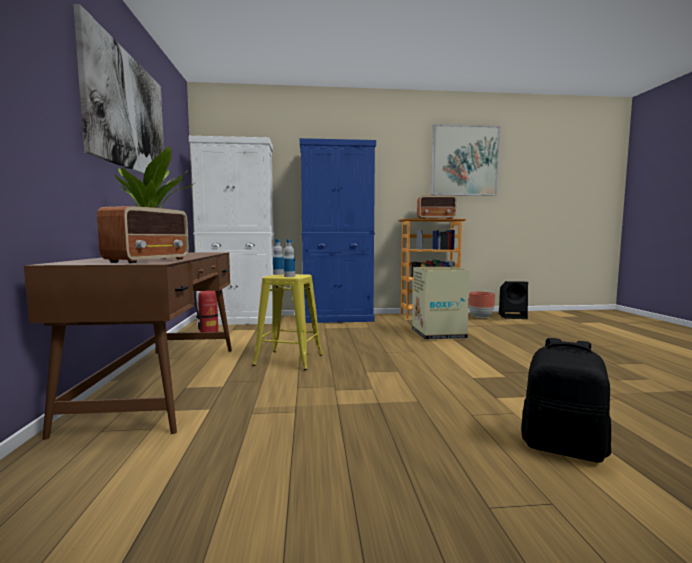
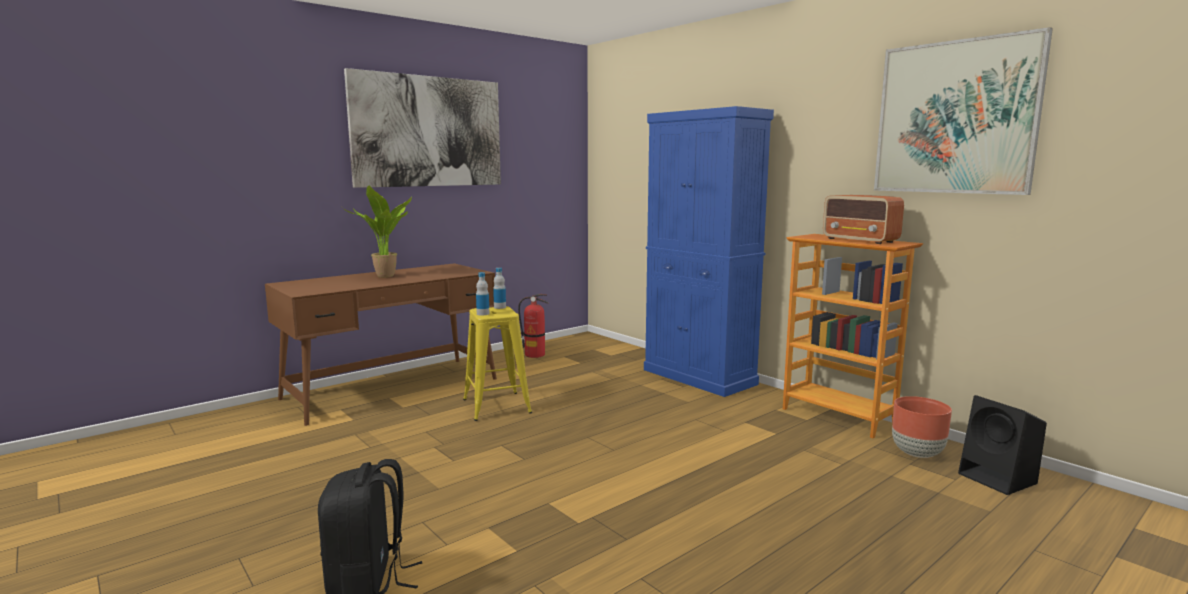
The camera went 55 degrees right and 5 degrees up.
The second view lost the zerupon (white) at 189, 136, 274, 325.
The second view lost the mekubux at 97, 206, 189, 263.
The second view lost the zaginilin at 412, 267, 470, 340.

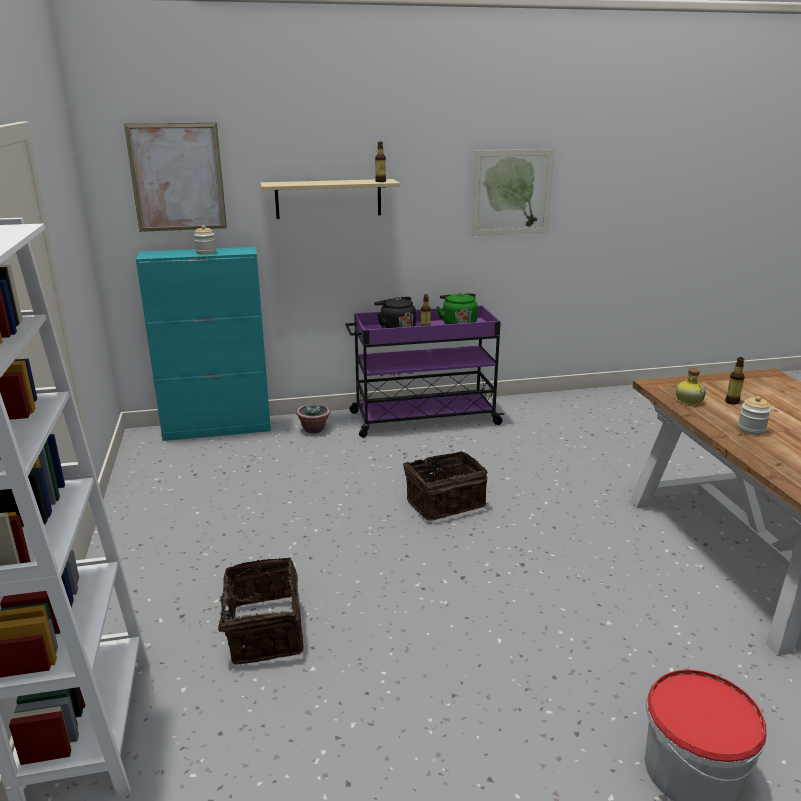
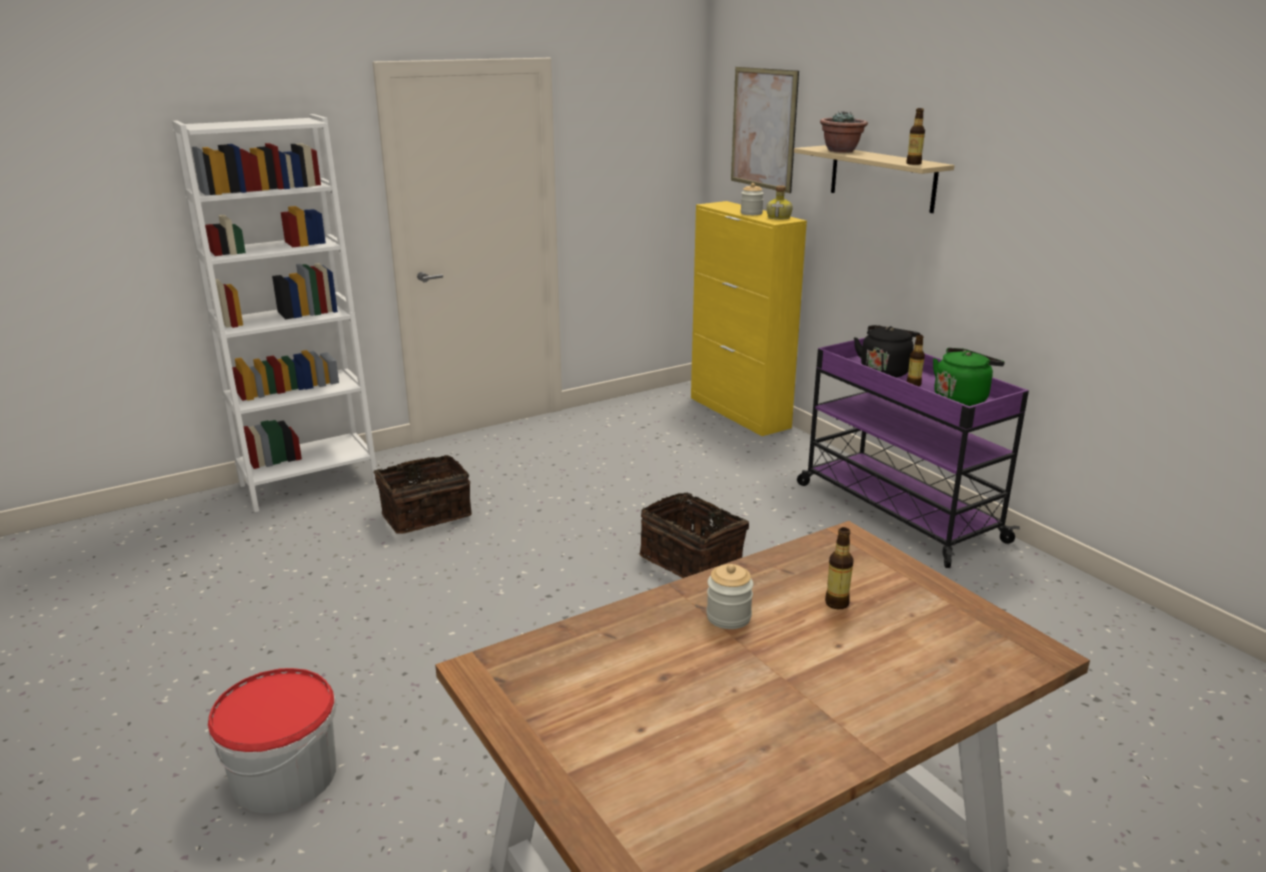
The camera went 70 degrees right and 0 degrees up.
The second view lost the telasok at 472, 149, 555, 236.
What was the zerupon (turquoise) at 136, 247, 271, 441 turned into the zerupon (yellow) at 691, 201, 807, 436.
The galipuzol ended up elsewhere, having gone from 676, 368, 706, 405 to 766, 185, 793, 220.
The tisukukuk ended up elsewhere, having gone from 296, 403, 330, 433 to 820, 111, 868, 153.

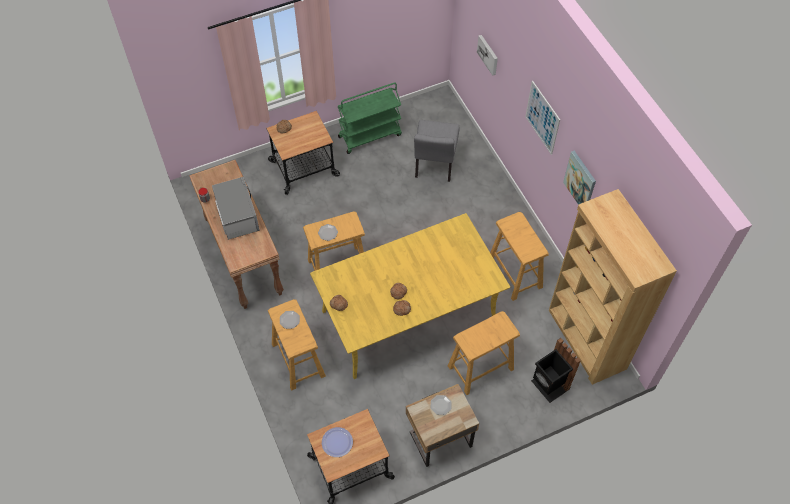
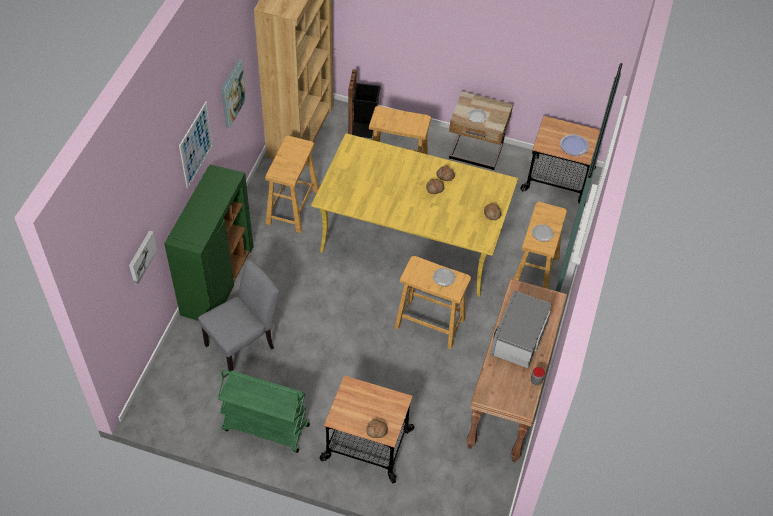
The camera went 140 degrees left and 5 degrees down.
The second view gained the zerupon (green) at 164, 164, 253, 321.

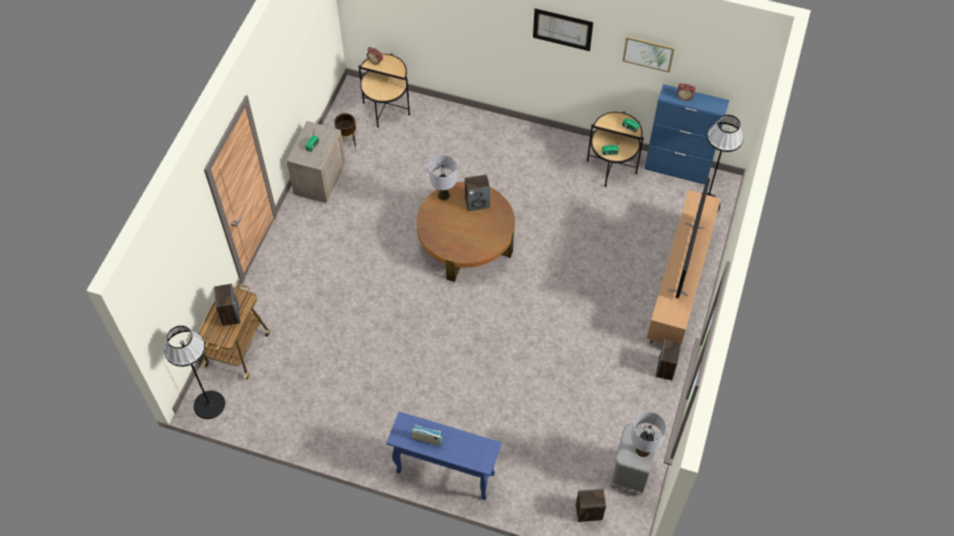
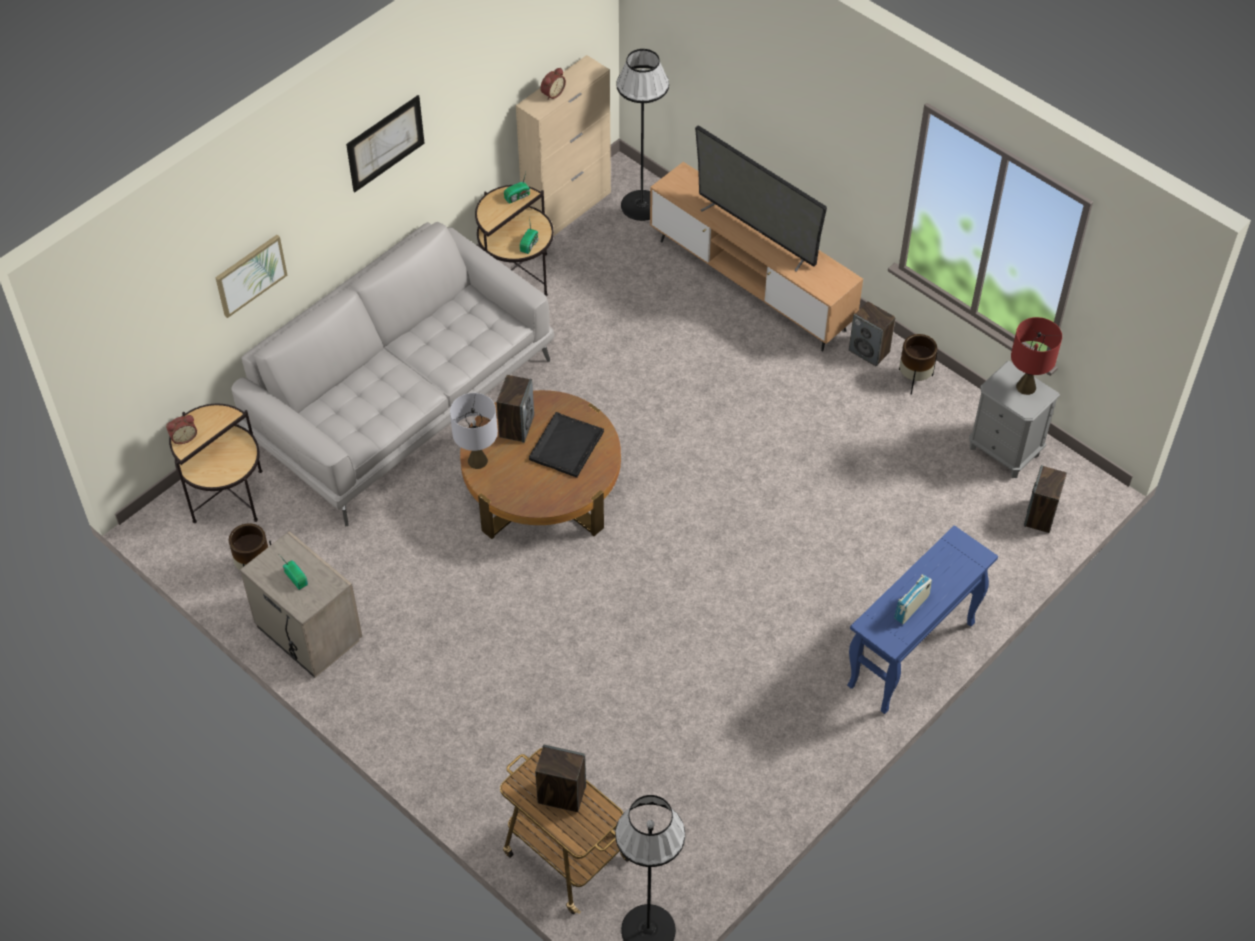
The camera went 65 degrees left and 5 degrees down.
The telasok ended up elsewhere, having gone from 623, 36, 675, 73 to 215, 235, 288, 318.
What was the zerupon (blue) at 644, 84, 729, 185 turned into the zerupon (beige) at 516, 55, 611, 235.
What was the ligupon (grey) at 631, 412, 666, 457 turned into the ligupon (red) at 1011, 317, 1062, 395.
The second view gained the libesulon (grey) at 231, 222, 554, 526.
The second view gained the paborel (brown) at 899, 334, 937, 395.
The second view gained the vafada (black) at 529, 412, 604, 478.

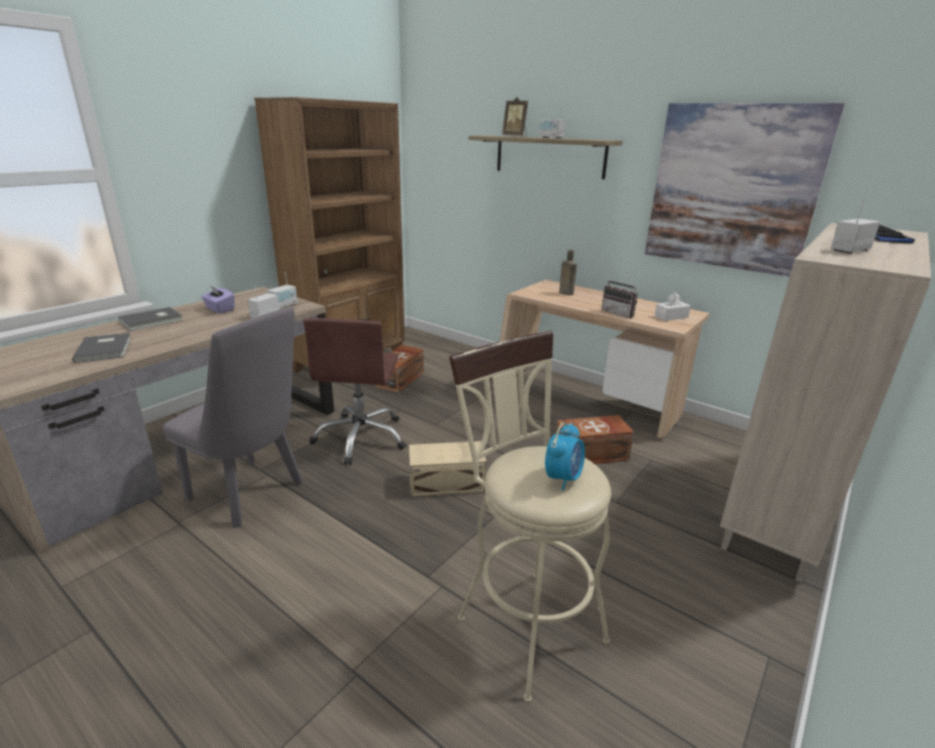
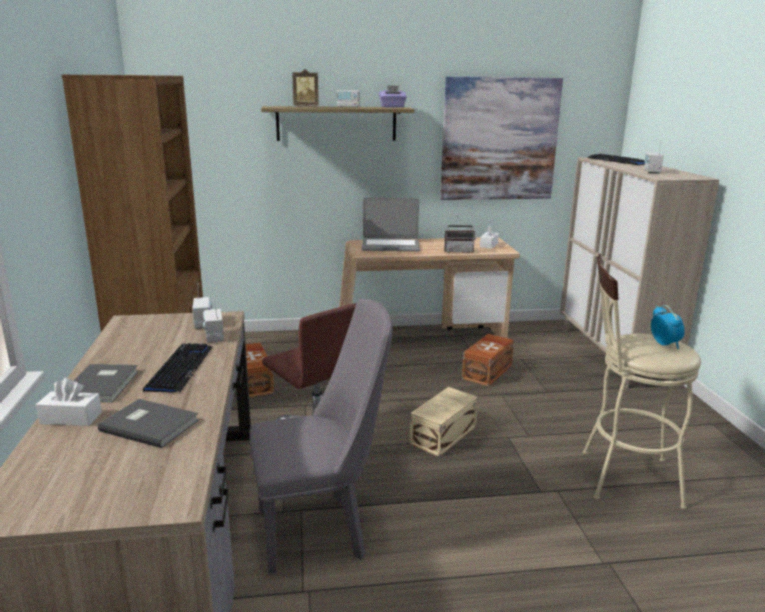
The camera went 45 degrees left and 5 degrees down.
Where the galipuzol (brown) stood at 559, 250, 577, 295, the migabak came to stand at 362, 198, 420, 251.
The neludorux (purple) ended up elsewhere, having gone from 201, 285, 235, 313 to 379, 85, 407, 108.
The second view gained the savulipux at 143, 343, 212, 392.
The second view gained the neludorux (white) at 36, 378, 102, 426.

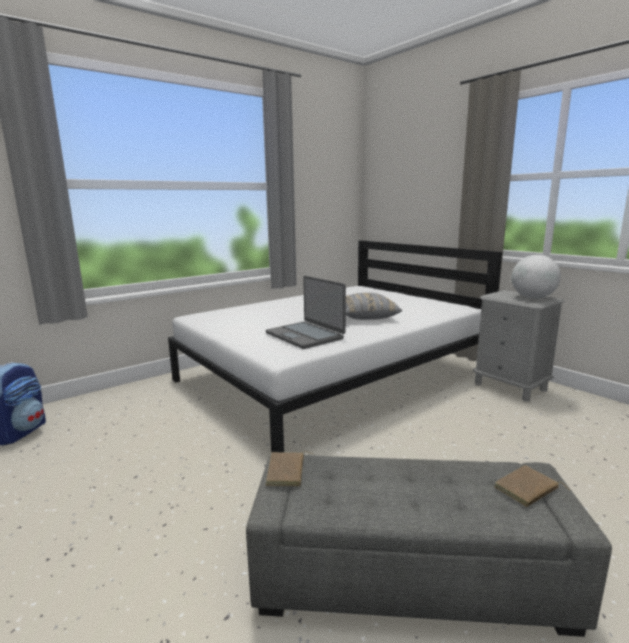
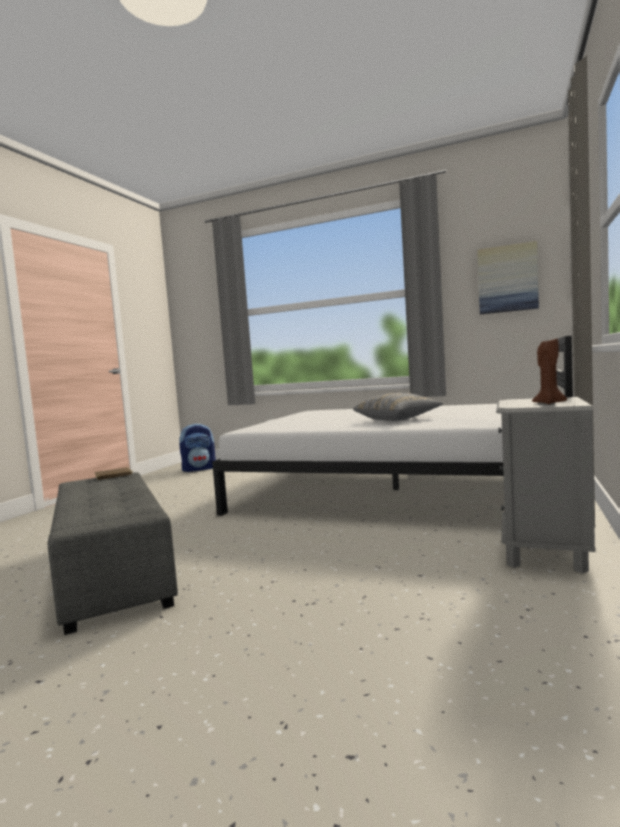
The camera went 60 degrees right and 10 degrees down.
Where the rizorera stood at 511, 255, 561, 299, the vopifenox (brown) came to stand at 532, 338, 567, 404.
The second view lost the migabak at 266, 276, 346, 349.
The second view lost the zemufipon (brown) at 494, 465, 571, 507.
The second view gained the telasok at 477, 241, 539, 314.

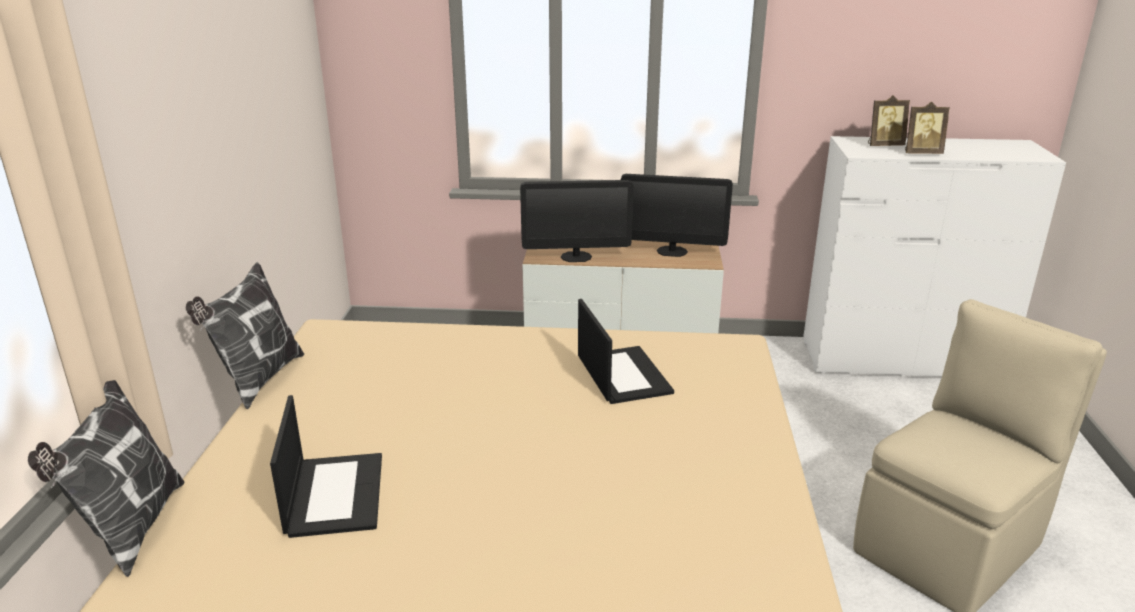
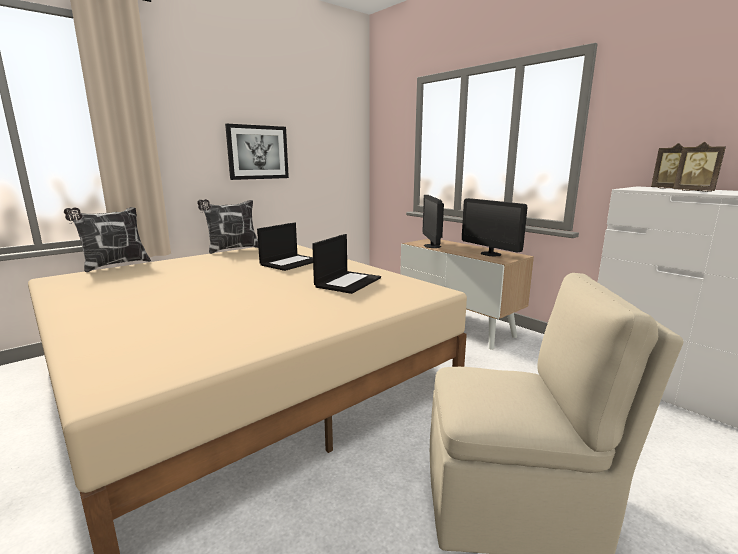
The camera went 45 degrees right and 10 degrees down.
The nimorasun at 520, 180, 634, 262 ended up facing another way, 45 degrees clockwise from before.
The migabak ended up elsewhere, having gone from 270, 395, 382, 538 to 257, 222, 313, 271.
The second view gained the telasok at 225, 124, 289, 180.

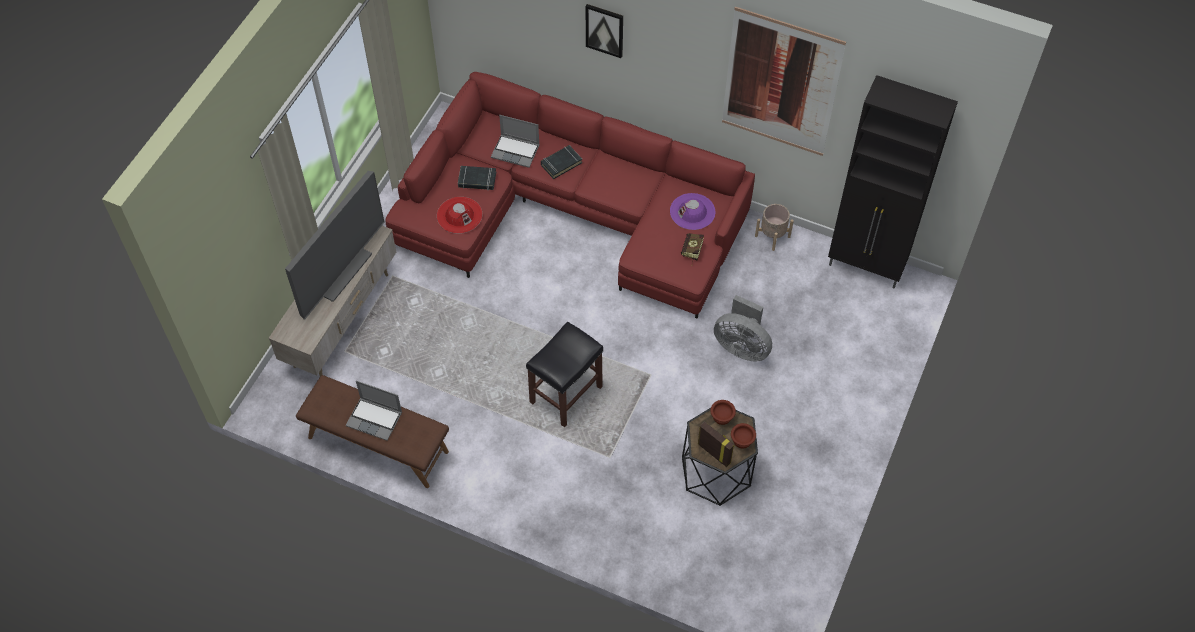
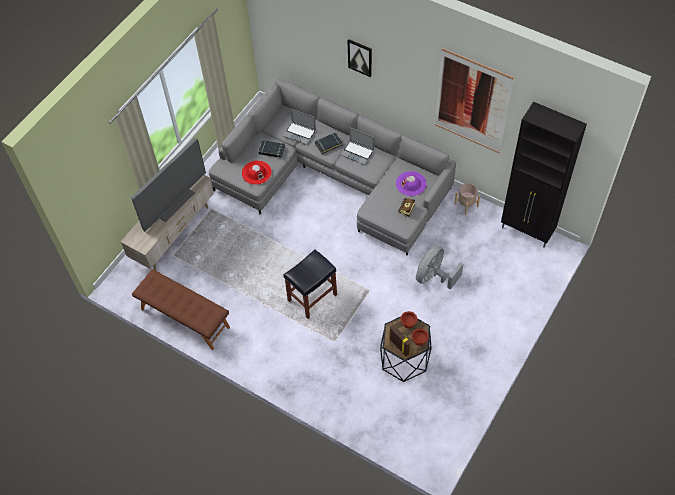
The camera went 10 degrees right and 0 degrees up.
What was the libesulon (red) at 386, 72, 755, 318 turned into the libesulon (grey) at 209, 79, 456, 255.
The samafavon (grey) at 714, 295, 772, 361 ended up facing another way, 90 degrees clockwise from before.
The migabak ended up elsewhere, having gone from 346, 381, 402, 441 to 340, 128, 374, 165.

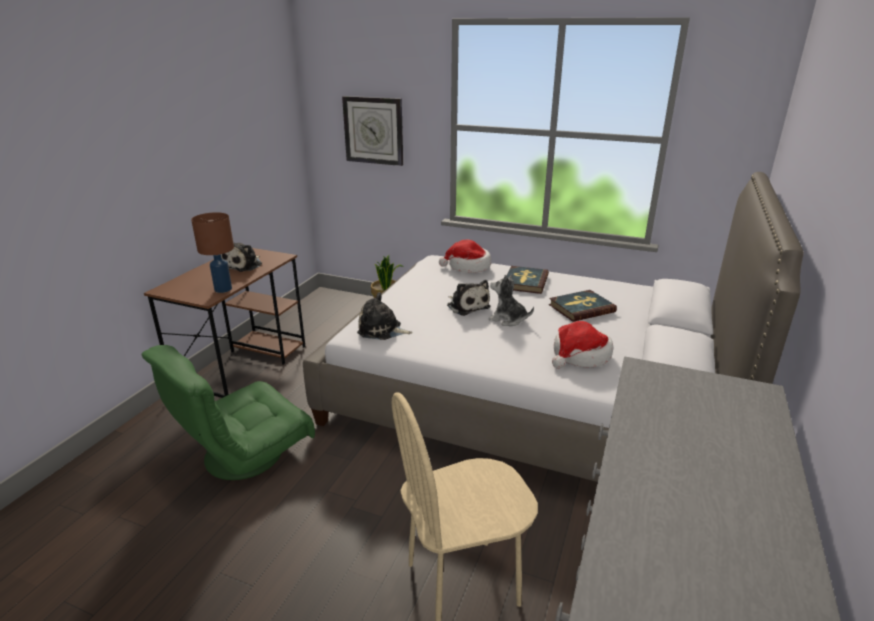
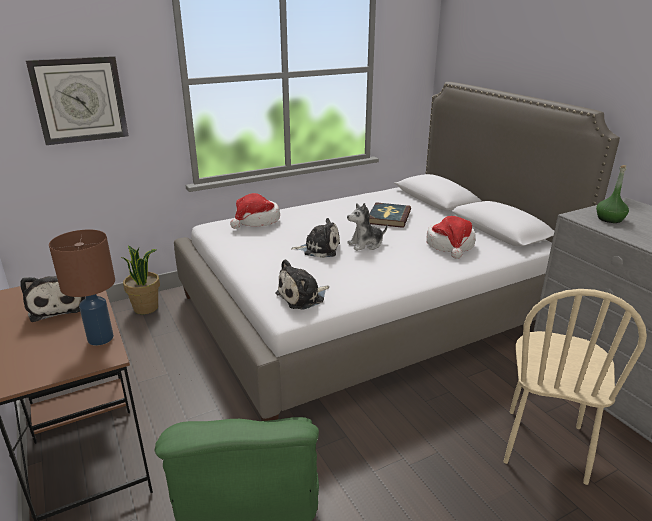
The camera went 50 degrees left and 0 degrees up.
The second view lost the zemufipon at 506, 266, 549, 294.
The second view gained the galipuzol (green) at 596, 165, 629, 223.

